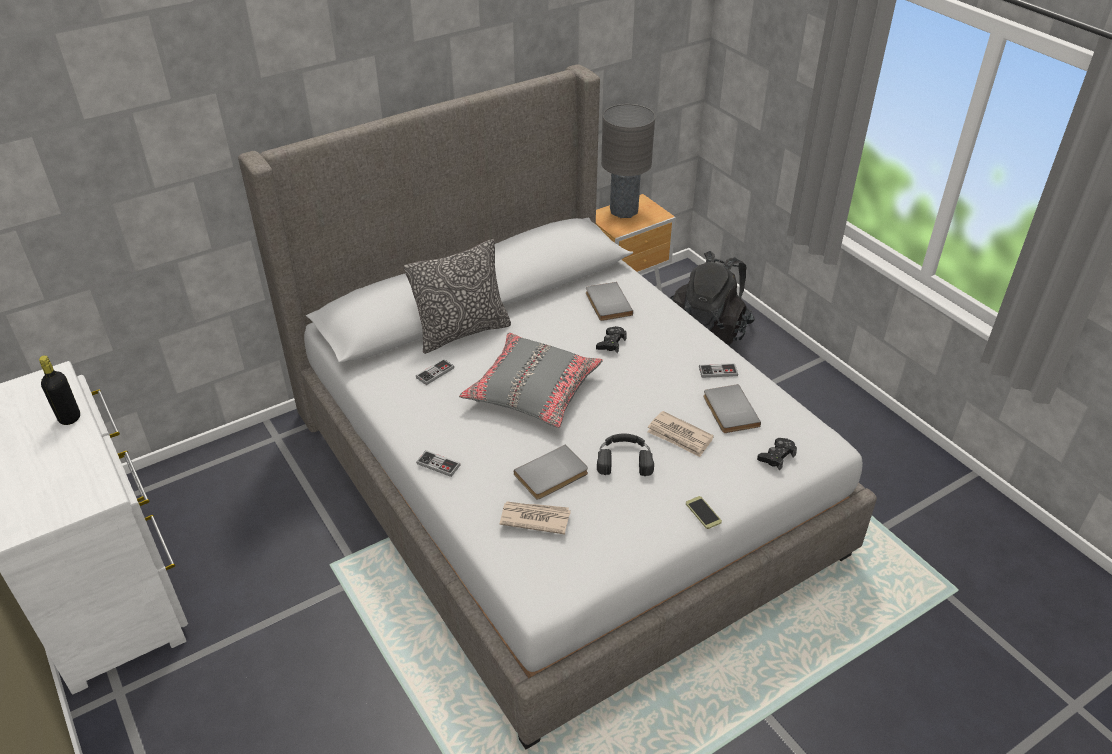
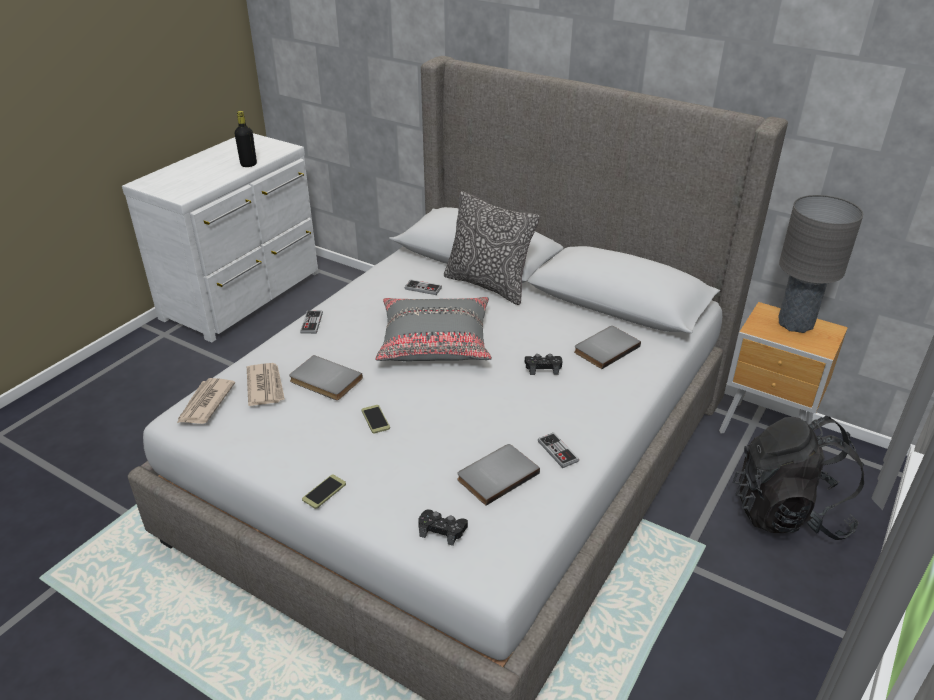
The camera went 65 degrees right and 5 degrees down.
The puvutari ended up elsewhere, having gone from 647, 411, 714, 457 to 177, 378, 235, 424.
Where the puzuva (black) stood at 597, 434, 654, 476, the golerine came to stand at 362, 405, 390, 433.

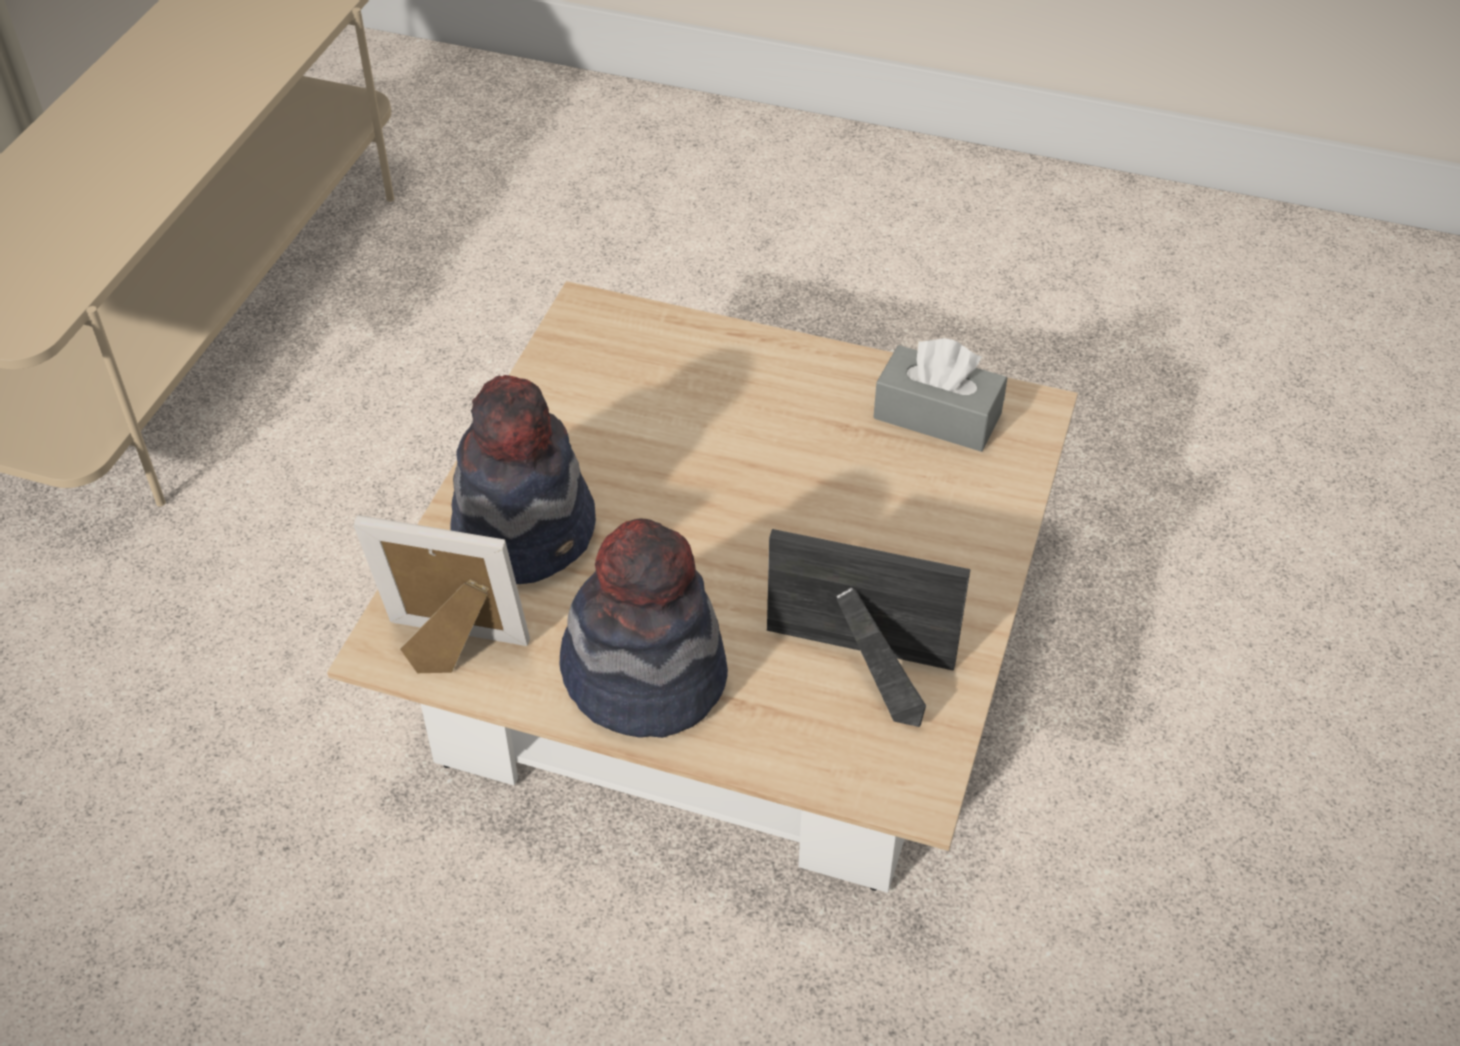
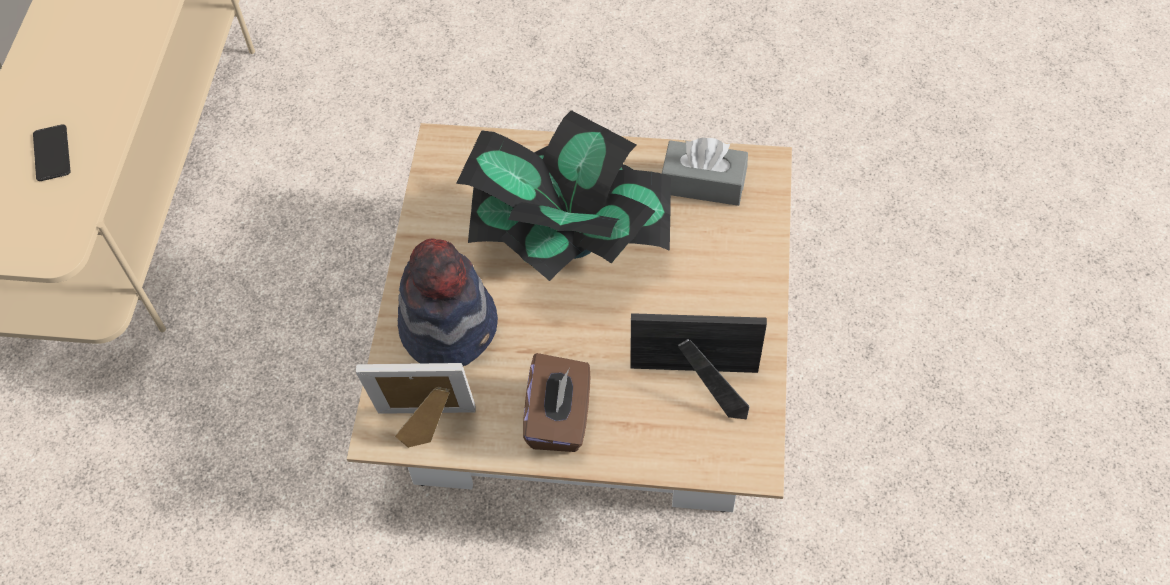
The camera went 10 degrees left and 10 degrees up.
Where the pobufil stood at 559, 519, 728, 738, the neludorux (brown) came to stand at 523, 353, 590, 452.
The second view gained the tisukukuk at 456, 110, 671, 281.
The second view gained the golerine at 33, 124, 71, 181.

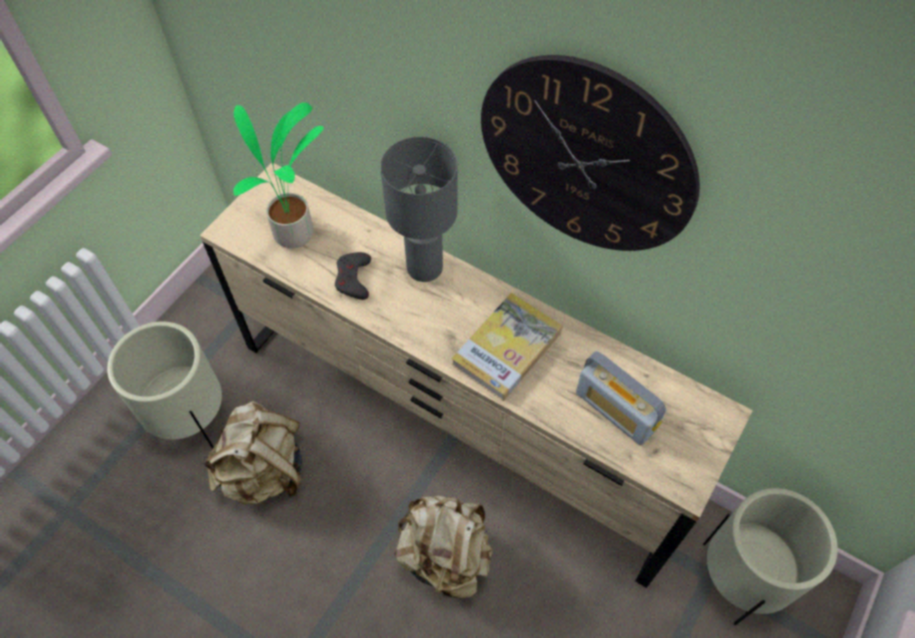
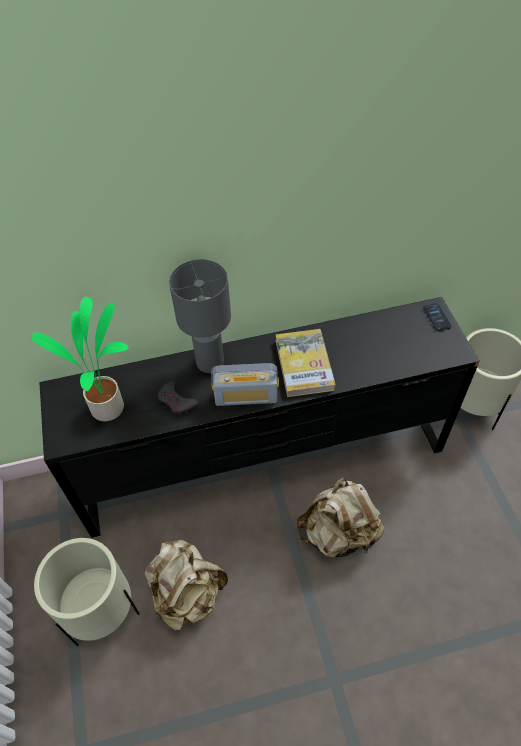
The camera went 45 degrees left and 5 degrees down.
The second view lost the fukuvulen at 481, 55, 700, 251.
What was the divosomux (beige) at 200, 163, 753, 588 turned into the divosomux (black) at 39, 297, 480, 538.
The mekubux ended up elsewhere, having gone from 576, 351, 667, 445 to 211, 363, 279, 406.
The second view gained the golerine at 423, 303, 451, 331.

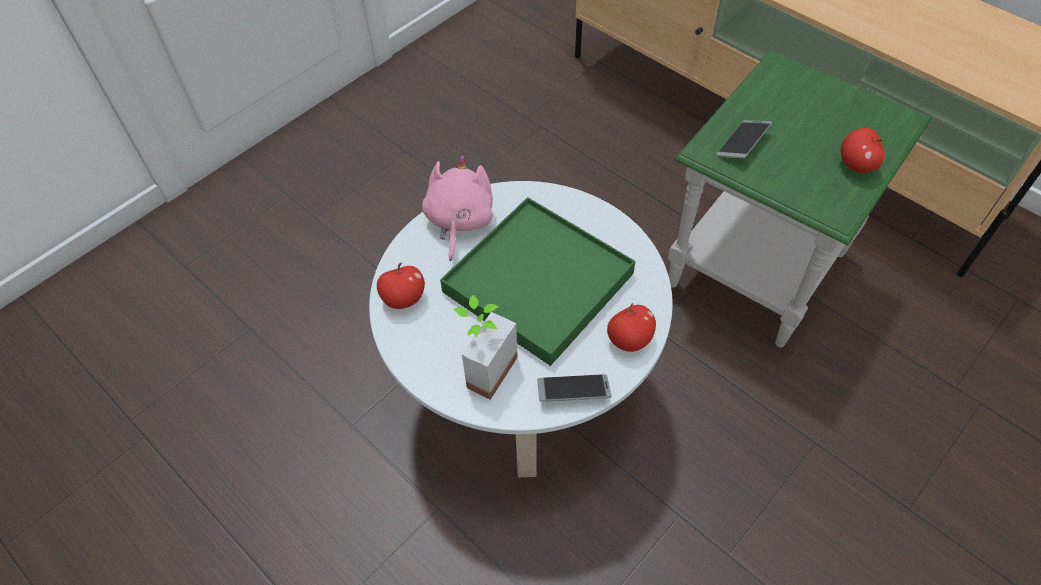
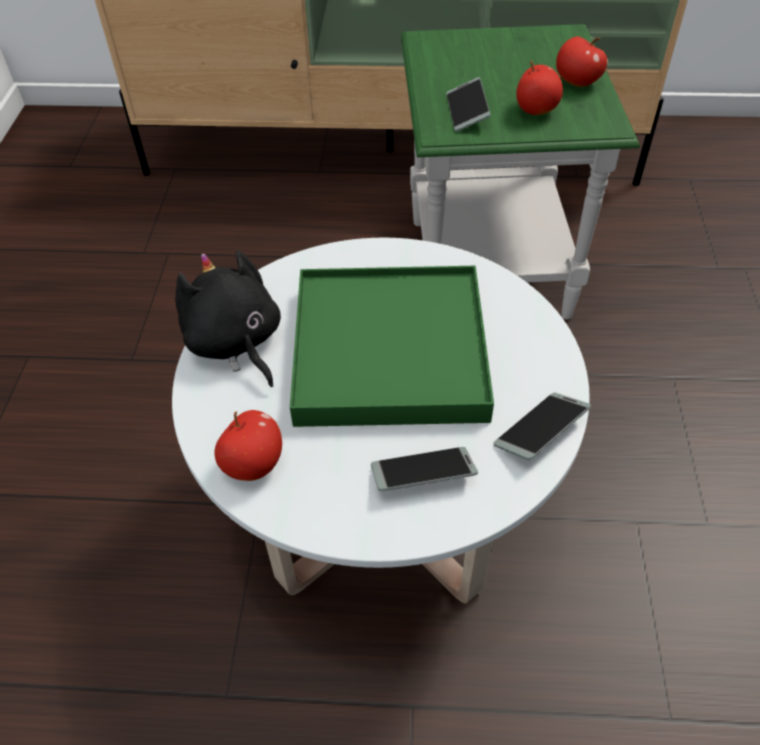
The camera went 40 degrees left and 5 degrees down.
What was the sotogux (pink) at 422, 156, 493, 261 turned into the sotogux (black) at 175, 250, 281, 387.
Where the tisukukuk stood at 454, 295, 518, 400, the golerine came to stand at 371, 447, 478, 491.
The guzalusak ended up elsewhere, having gone from 607, 303, 656, 352 to 516, 61, 563, 115.

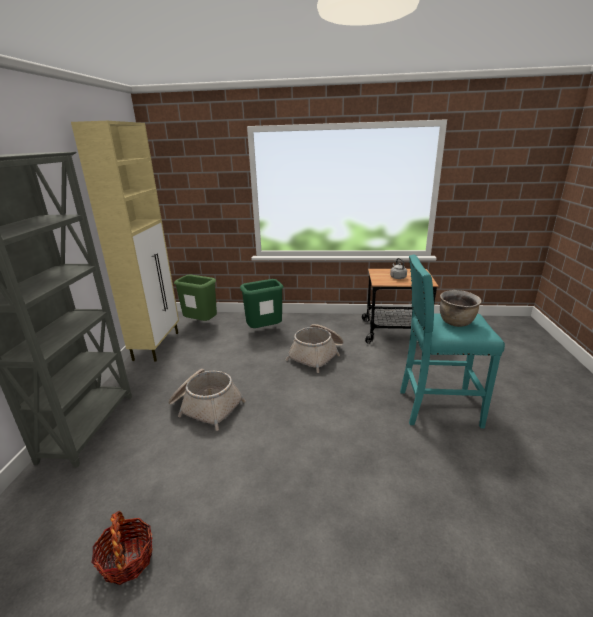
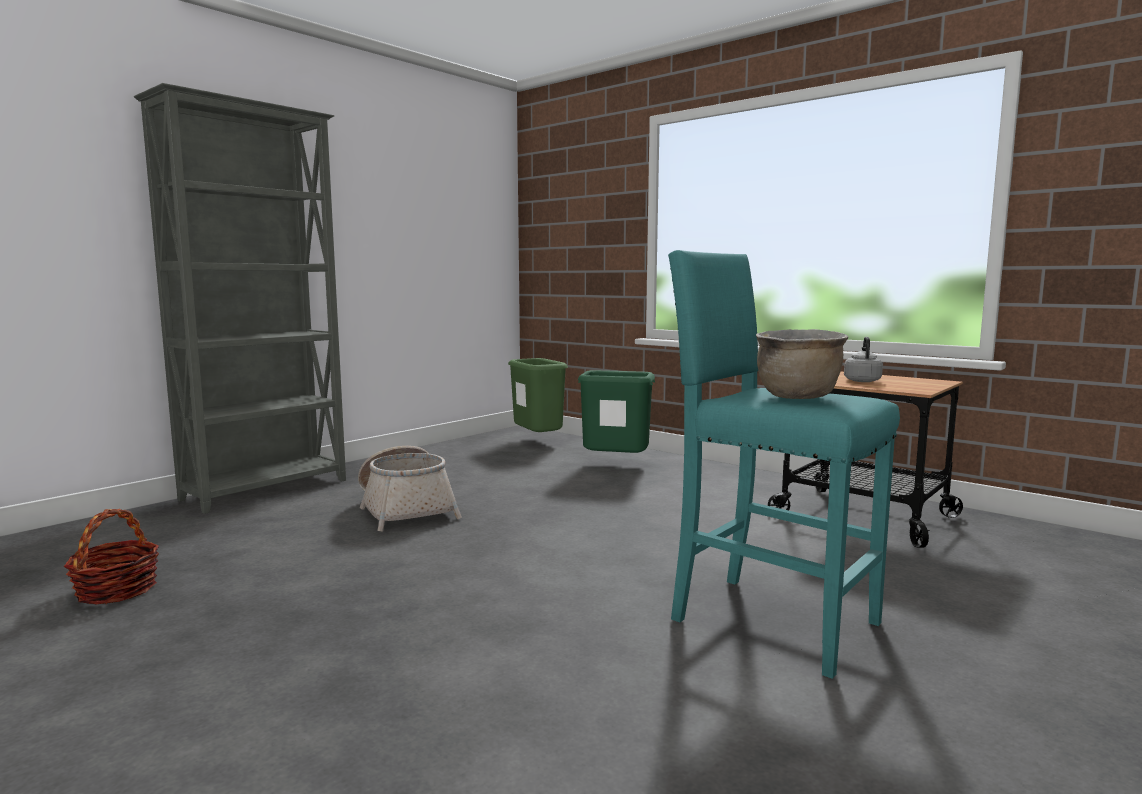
The camera went 35 degrees right and 15 degrees down.
The second view lost the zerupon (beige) at 71, 121, 179, 361.
The second view lost the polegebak at 286, 324, 344, 373.

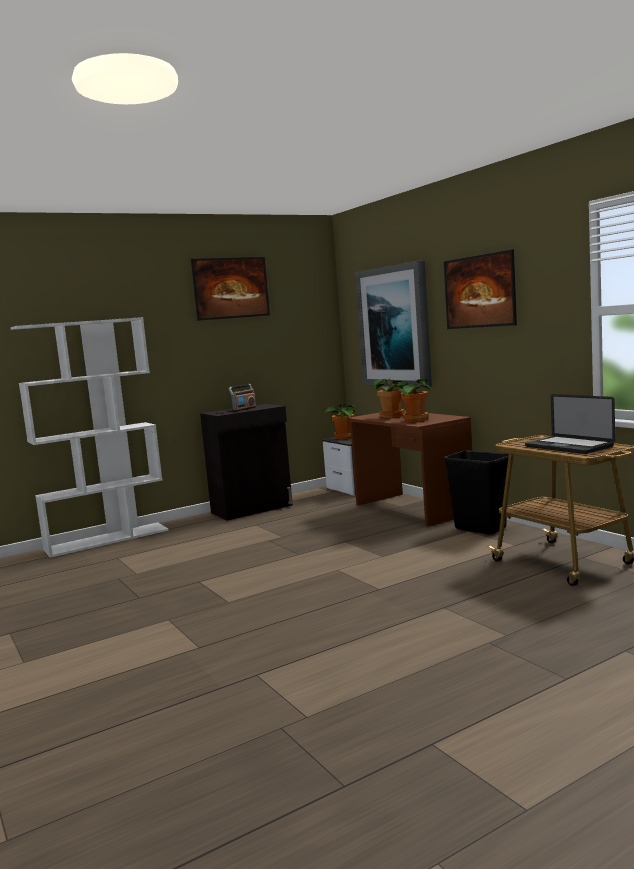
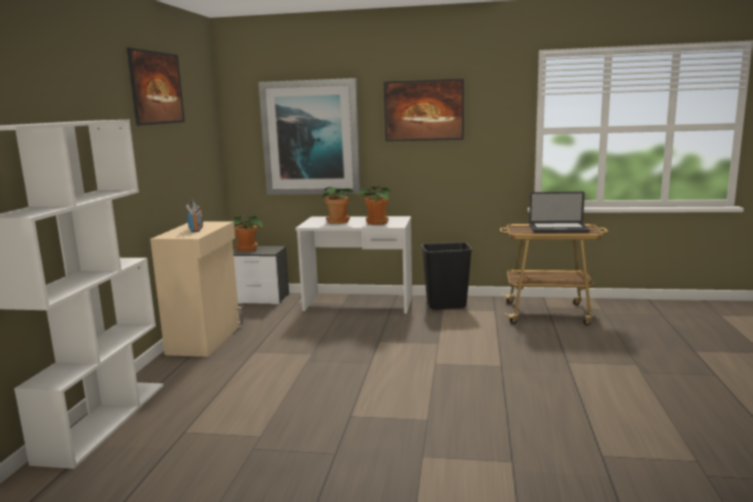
The camera went 50 degrees left and 5 degrees up.
What was the zerupon (black) at 200, 404, 293, 521 turned into the zerupon (beige) at 150, 222, 243, 357.
What was the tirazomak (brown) at 347, 411, 472, 527 turned into the tirazomak (white) at 296, 216, 412, 313.

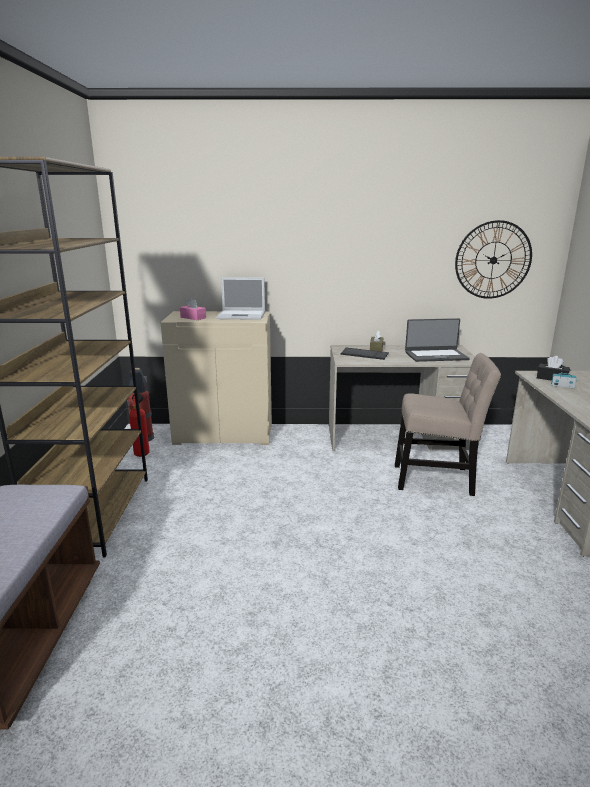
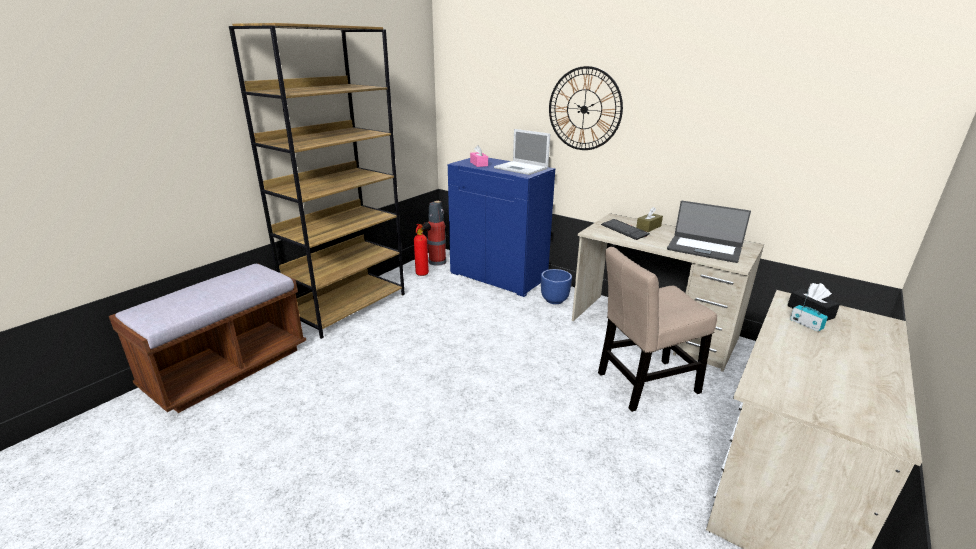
The camera went 35 degrees right and 5 degrees up.
The fukuvulen ended up elsewhere, having gone from 455, 220, 532, 299 to 549, 66, 623, 150.
What was the zerupon (beige) at 161, 311, 272, 445 turned into the zerupon (blue) at 448, 158, 555, 297.
The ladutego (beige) at 395, 353, 501, 496 ended up facing another way, 120 degrees clockwise from before.
The second view gained the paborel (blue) at 541, 269, 572, 304.

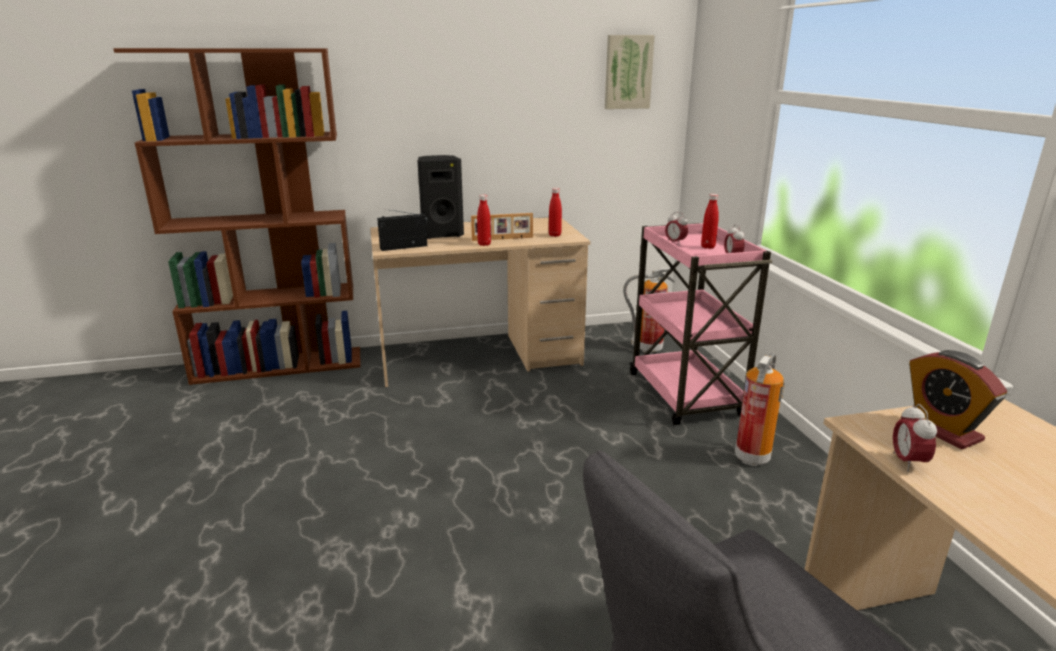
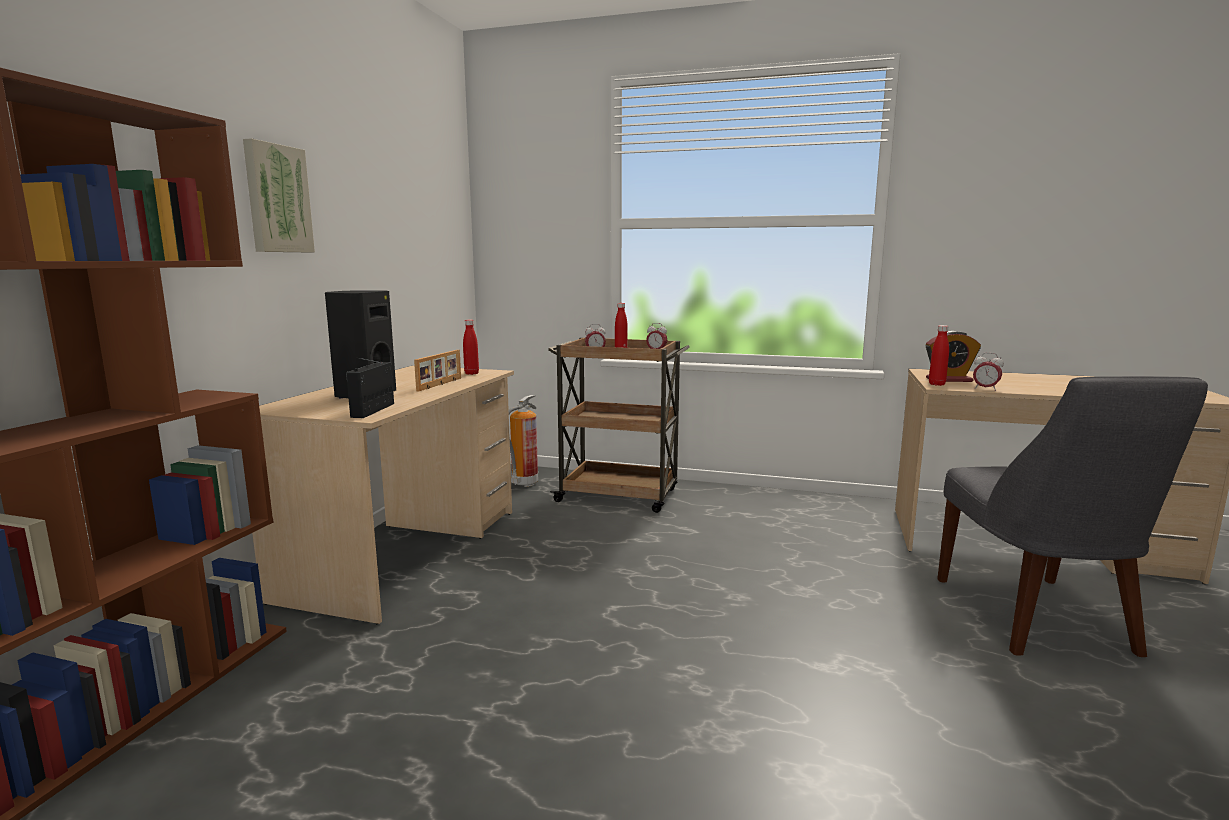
The camera went 60 degrees left and 10 degrees down.
The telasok ended up elsewhere, having gone from 605, 35, 655, 109 to 243, 138, 315, 252.
The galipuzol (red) ended up elsewhere, having gone from 477, 195, 491, 246 to 929, 325, 949, 386.
What was the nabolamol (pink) at 629, 223, 772, 425 turned into the nabolamol (brown) at 548, 337, 690, 513.
The second view lost the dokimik at 735, 352, 785, 466.

